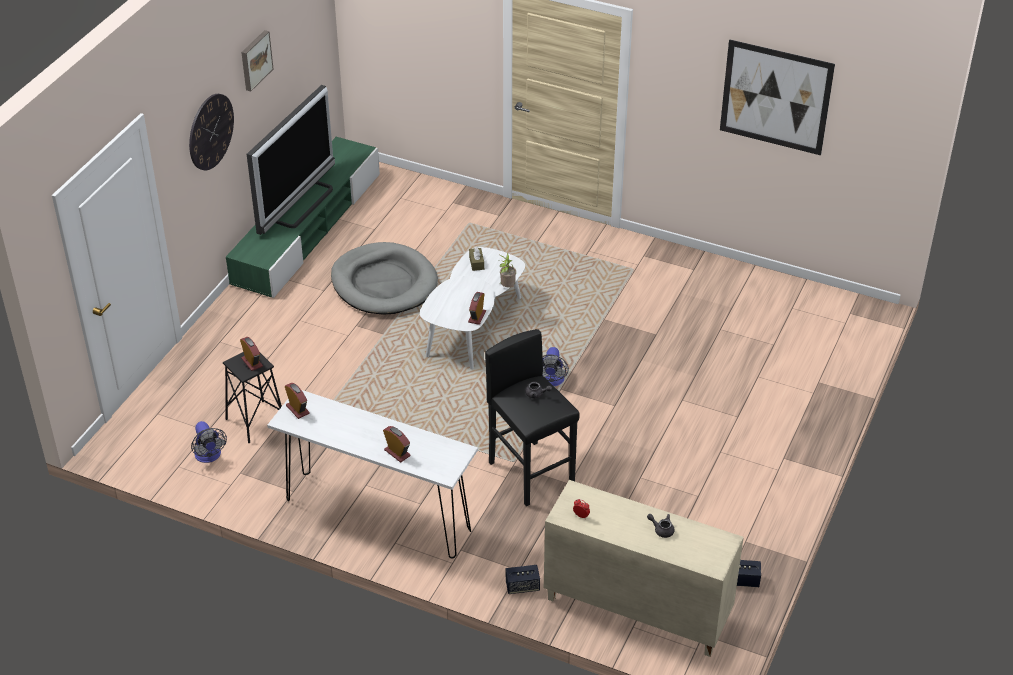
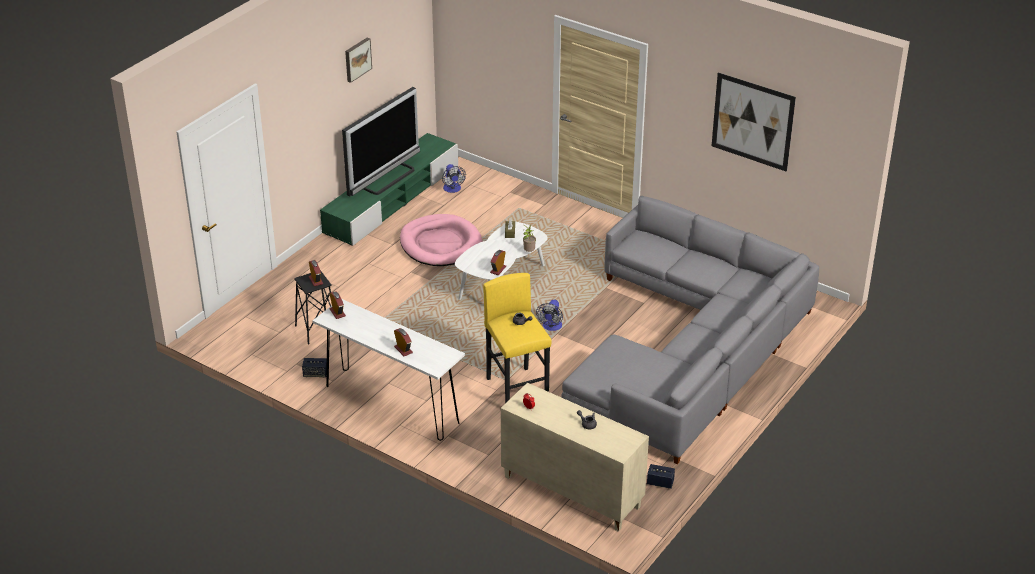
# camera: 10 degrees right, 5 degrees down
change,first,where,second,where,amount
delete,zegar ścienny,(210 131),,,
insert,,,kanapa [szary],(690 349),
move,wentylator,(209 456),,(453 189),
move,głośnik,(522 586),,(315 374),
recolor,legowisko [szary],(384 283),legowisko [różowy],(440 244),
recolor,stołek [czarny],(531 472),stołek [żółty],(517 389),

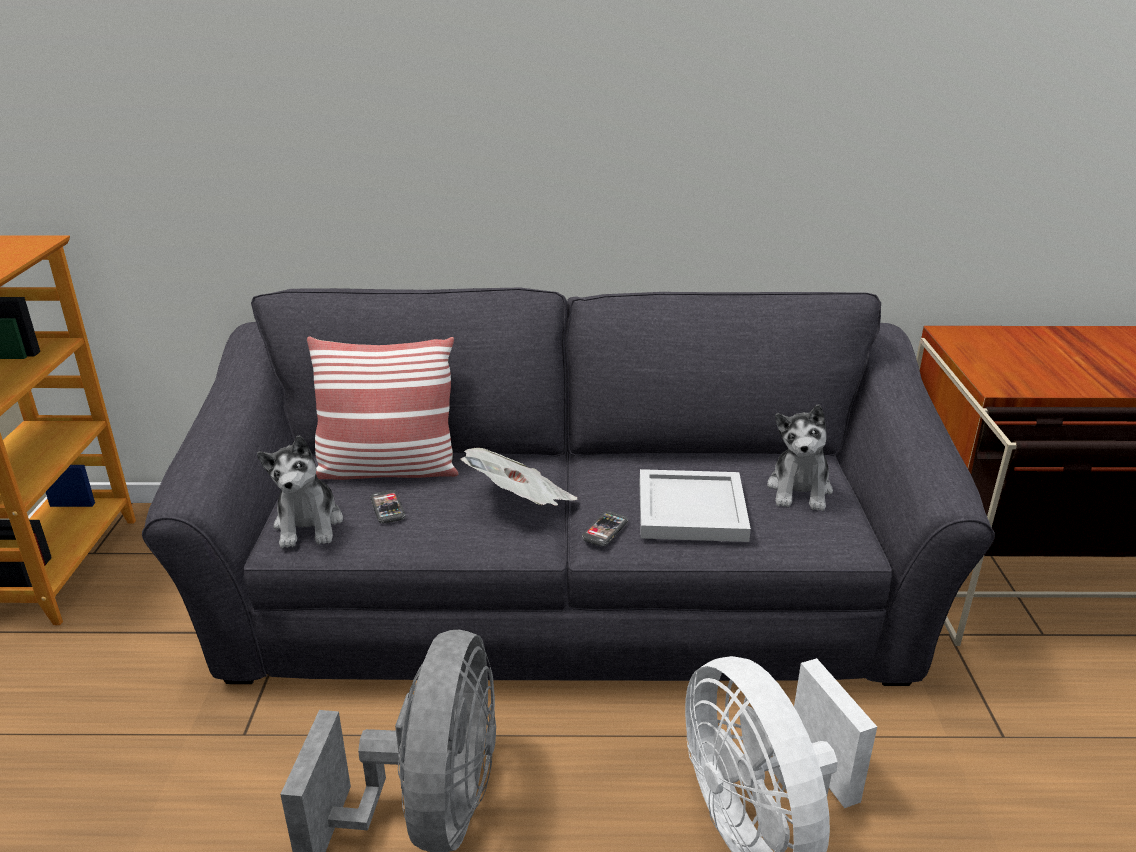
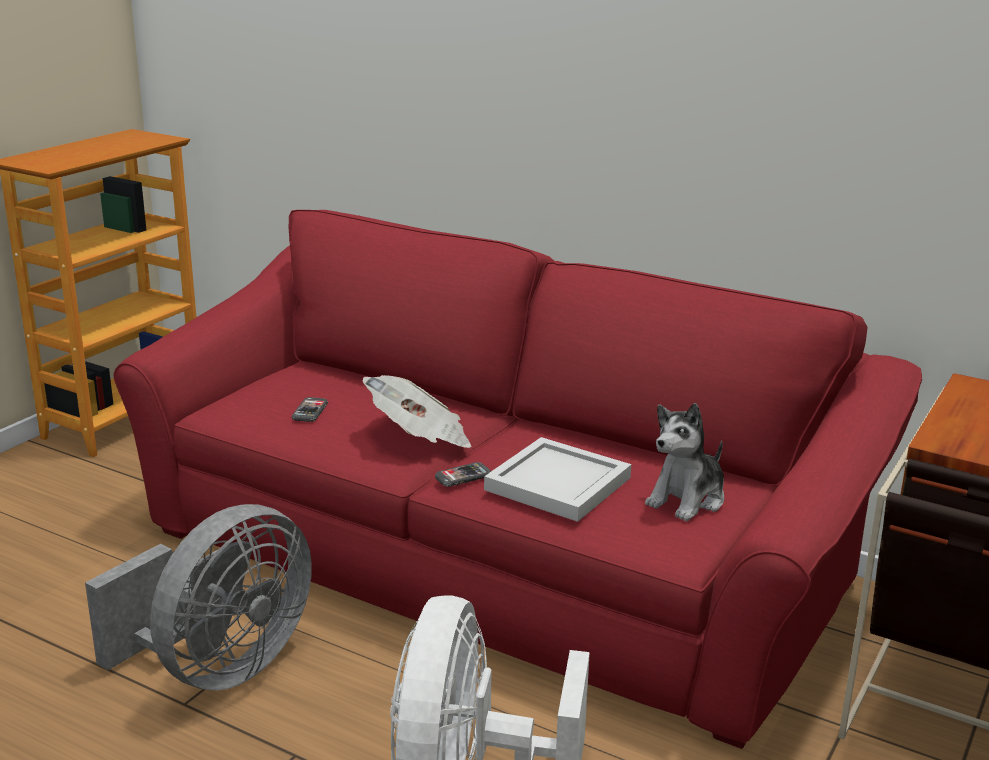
# camera: 30 degrees right, 5 degrees down
change,first,where,second,where,amount
delete,pluszak,(309 524),,,
delete,poduszka,(387 469),,,
recolor,kanapa [szary],(568 589),kanapa [czerwony],(492 557),

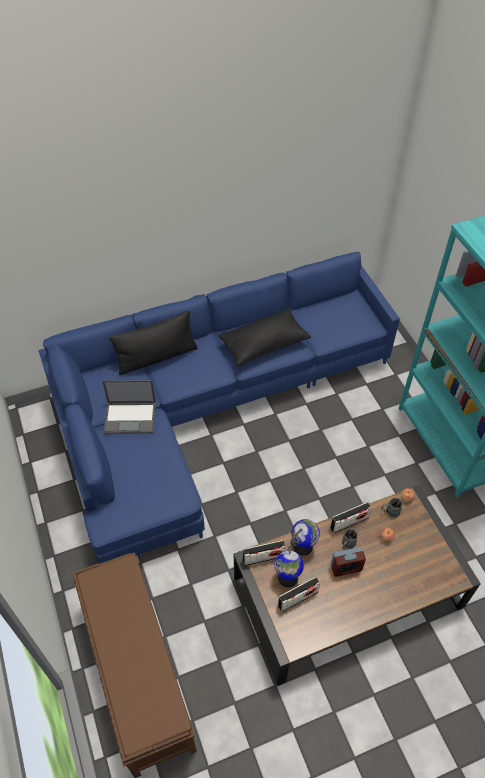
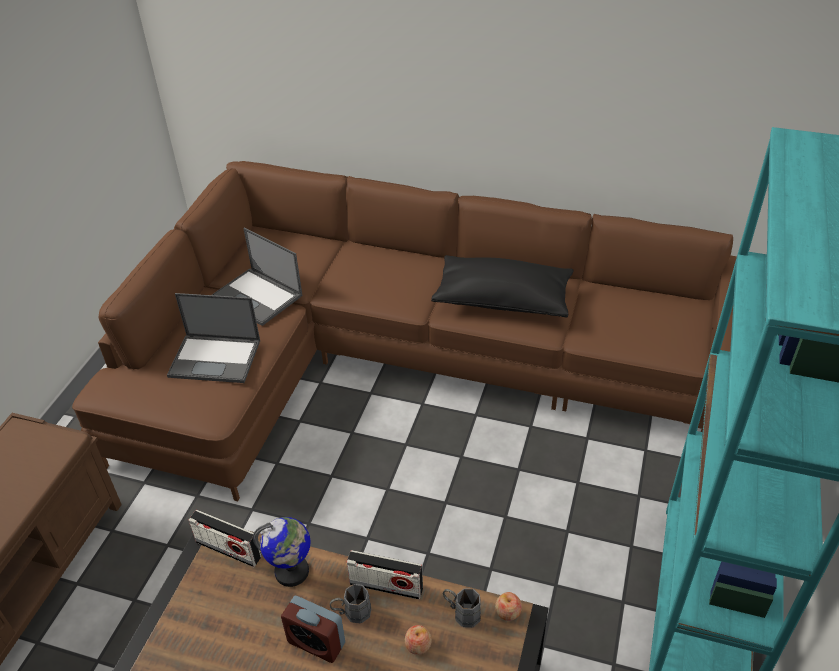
# camera: 40 degrees right, 10 degrees down
change,first,where,second,where,amount
delete,poduszka [czarny],(157 357),,,
delete,globus,(287 578),,,
delete,radio,(298 598),,,
insert,,,laptop,(216 358),
recolor,kanapa [niebieski],(204 409),kanapa [brązowy],(392 361),

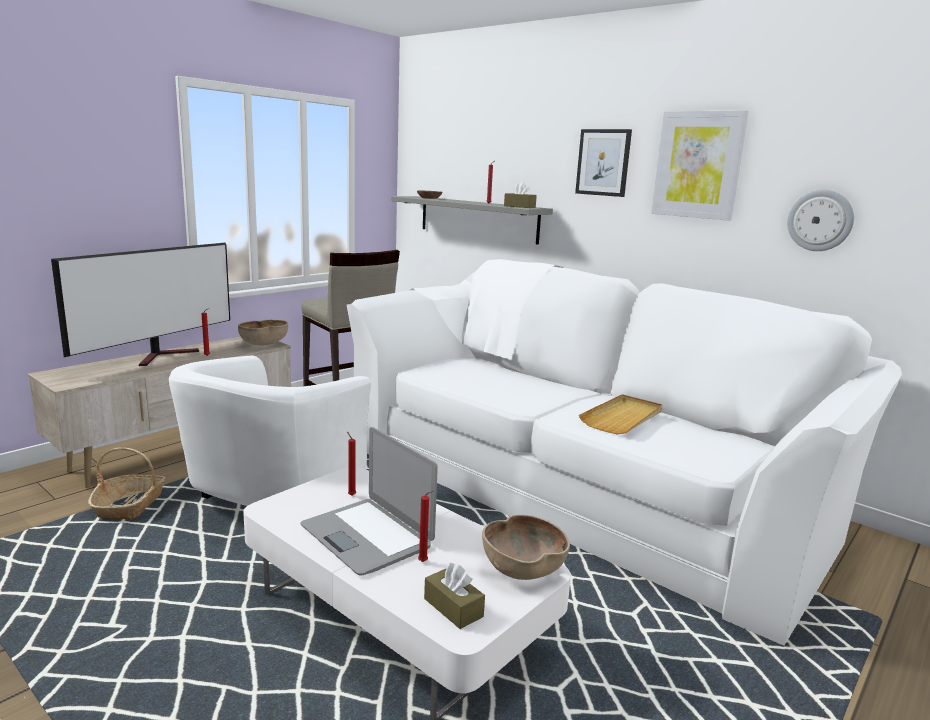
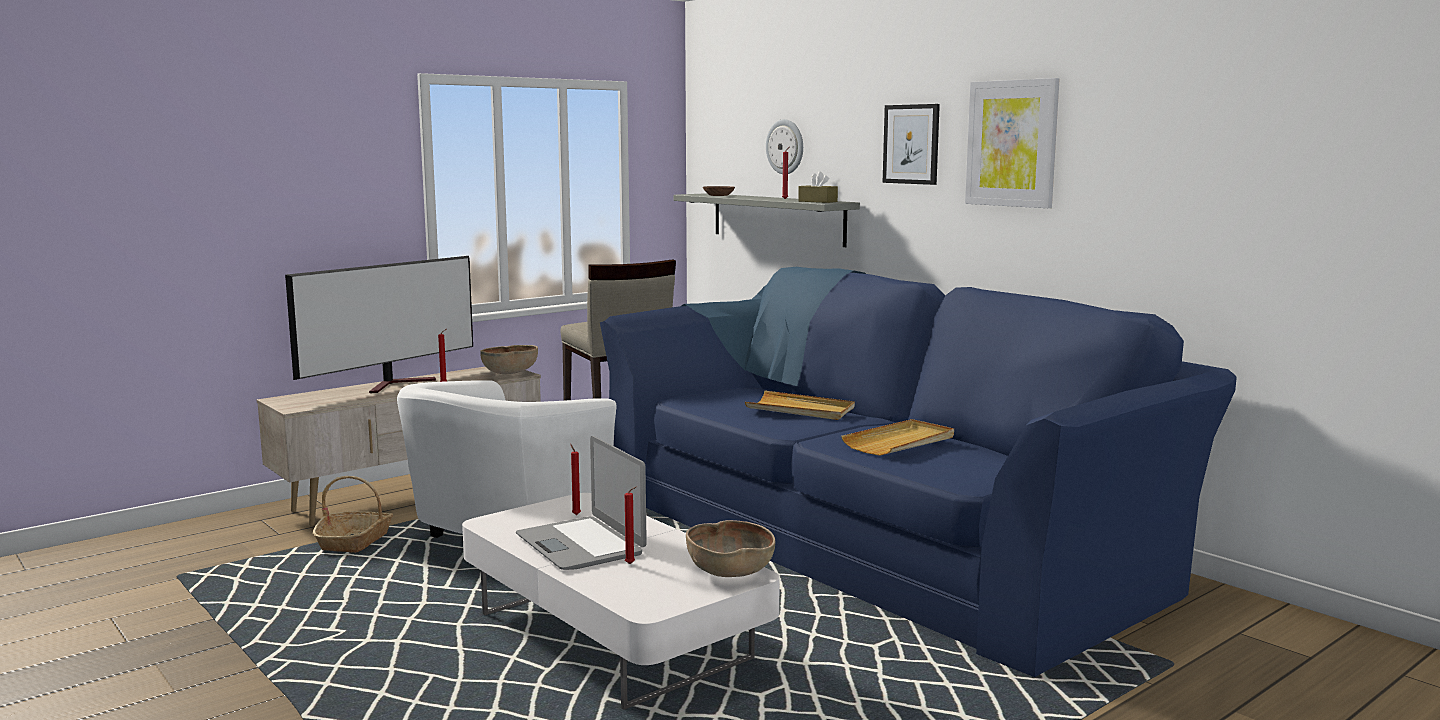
# camera: 10 degrees right, 5 degrees down
change,first,where,second,where,amount
delete,pudełko chusteczek [brązowy],(453 607),,,
insert,,,taca [beżowy],(800 410),
move,zegar ścienny,(820 220),,(785 147),
recolor,kanapa [biały],(580 483),kanapa [niebieski],(875 536),

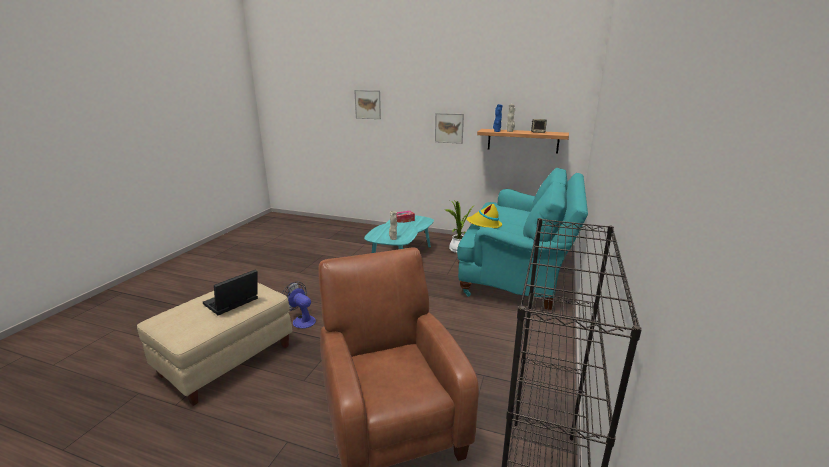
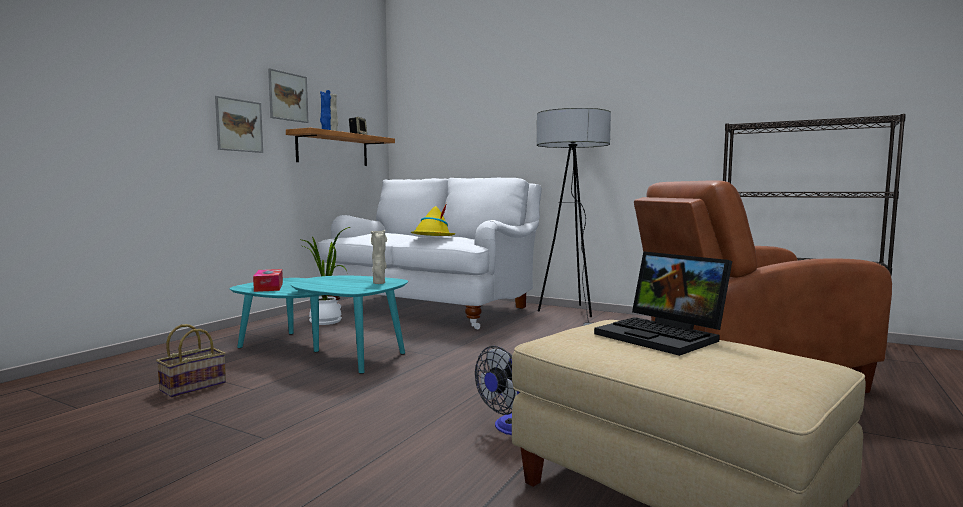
# camera: 80 degrees left, 15 degrees down
change,first,where,second,where,amount
insert,,,koszyk,(194 386),
insert,,,lampa stojąca,(570 316),
move,obraz,(367 104),,(288 96),
recolor,kanapa [turkusowy],(518 273),kanapa [biały],(433 308),

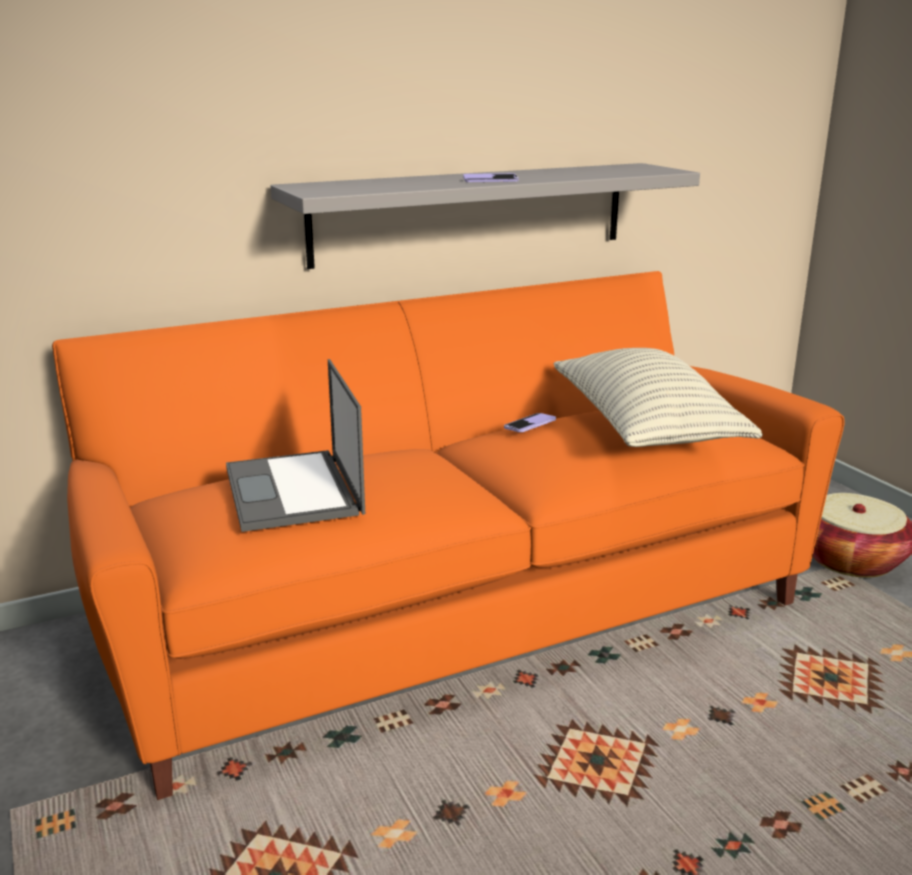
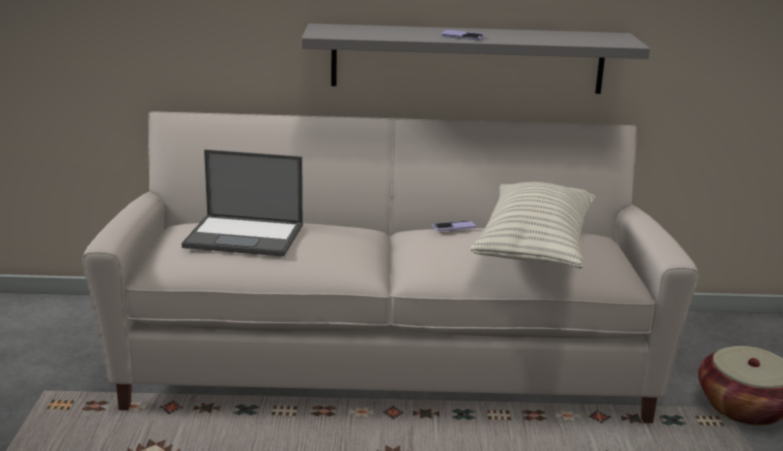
# camera: 25 degrees right, 0 degrees up
change,first,where,second,where,amount
recolor,kanapa [pomarańczowy],(456 612),kanapa [beżowy],(387 358),
rotate,laptop,(294 491),,(246 236),90 degrees counterclockwise

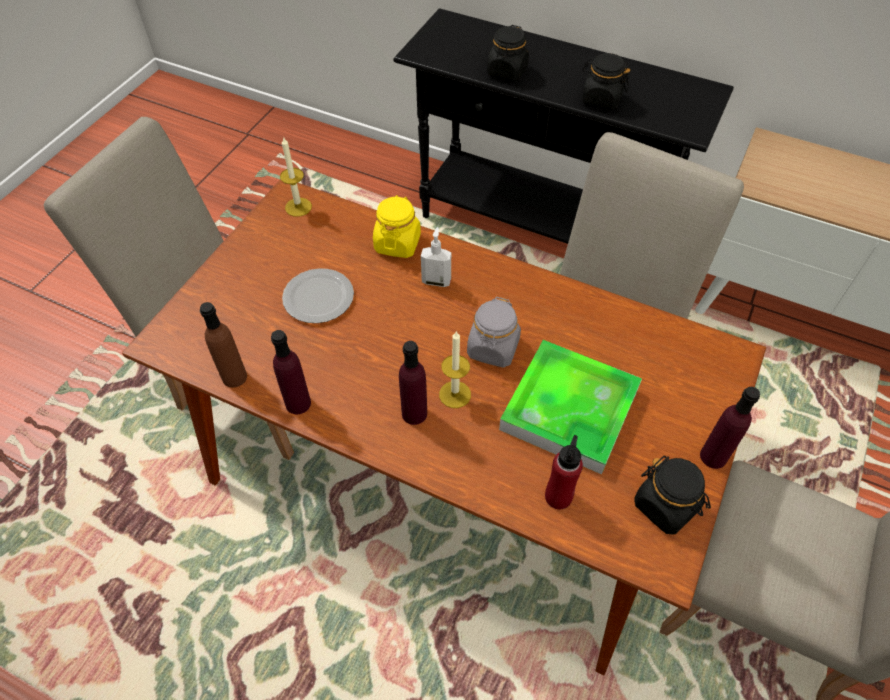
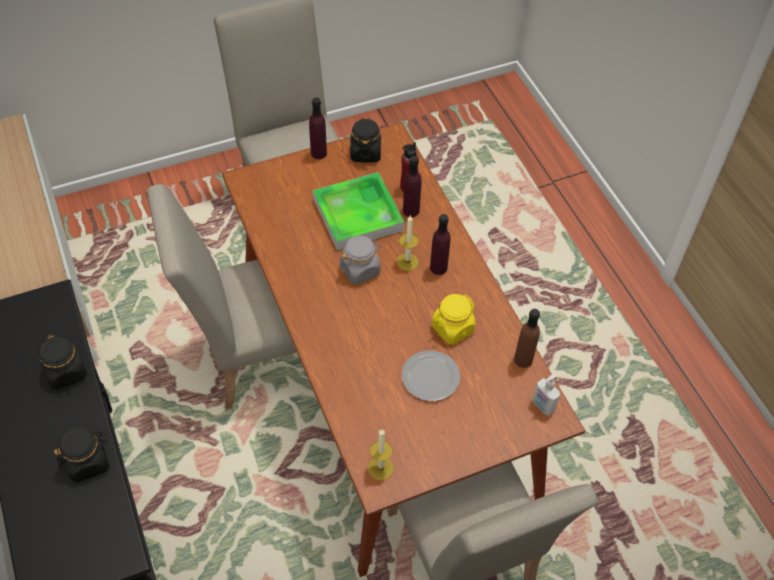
# camera: 140 degrees left, 0 degrees up
change,first,where,second,where,amount
move,butelka [fioletowy],(298 403),,(411 210),
move,słoik [żółty],(397 243),,(452 329),
move,dozownik mydła,(436 281),,(542 406),

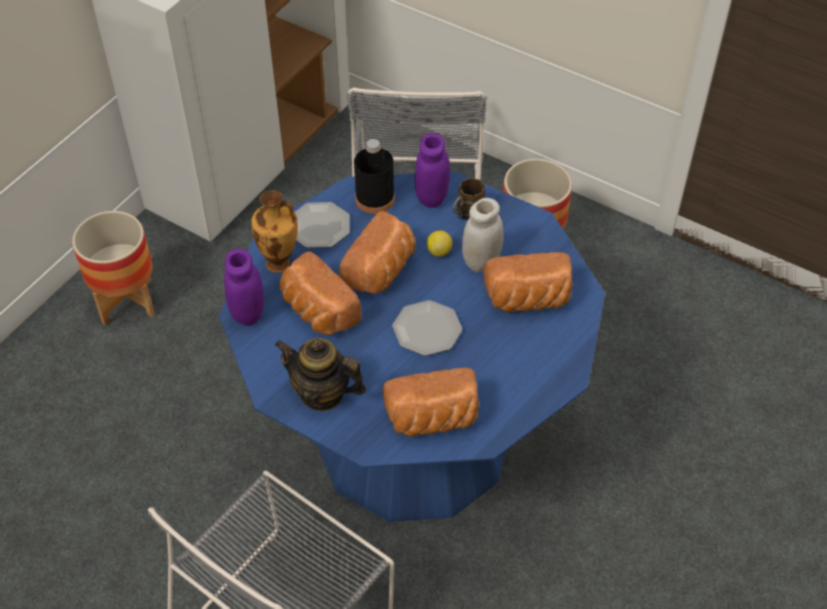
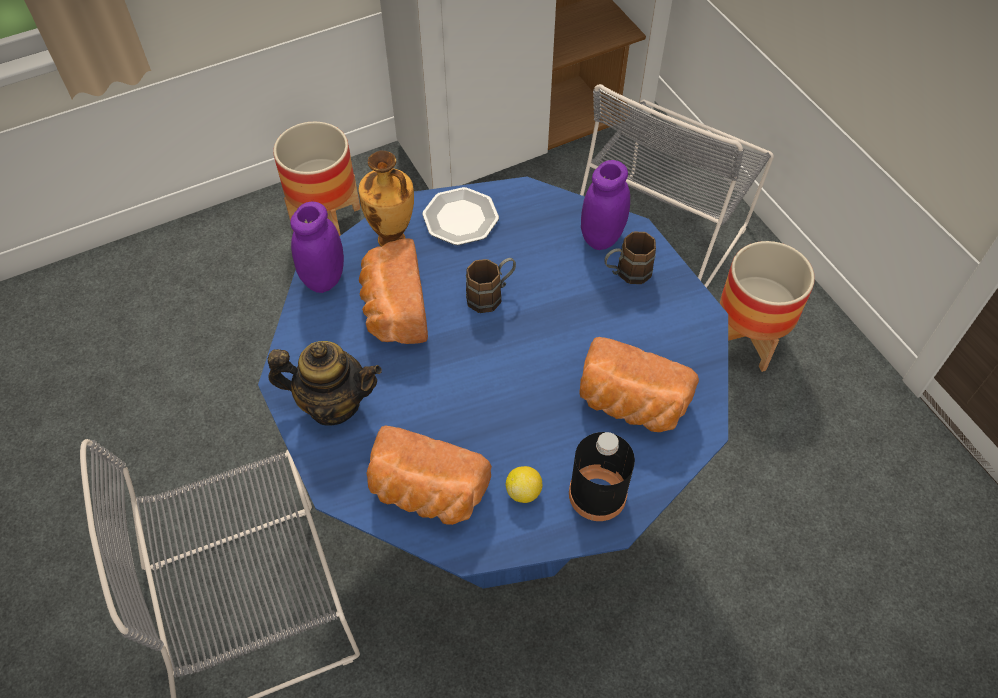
# camera: 30 degrees right, 5 degrees up
change,first,where,second,where,amount
delete,talerz,(426 330),,,
delete,słoik [biały],(481 262),,,
move,butelka [czarny],(375 199),,(597 494),
move,cytryna,(439 251),,(523 491),
replace,chleb,(381 270),kubek [brązowy],(491 295),
rotate,imbryk,(322 394),,(333 403),135 degrees clockwise

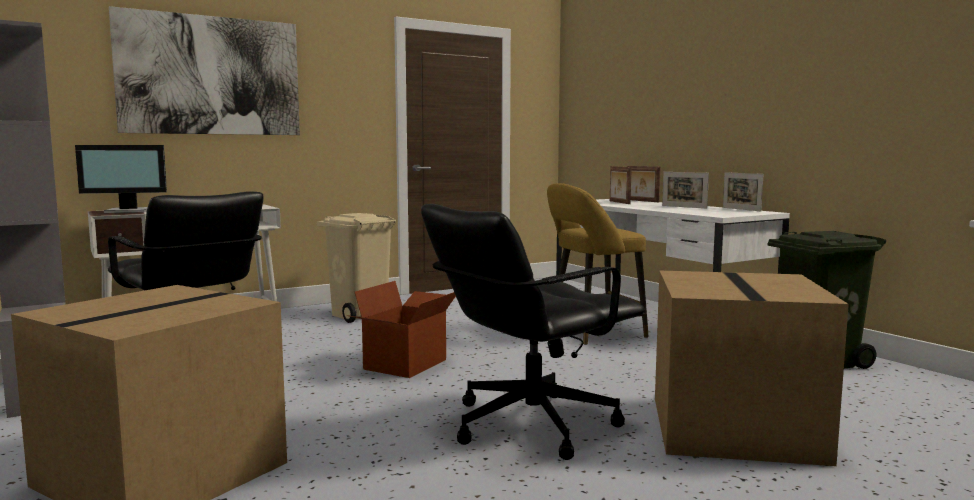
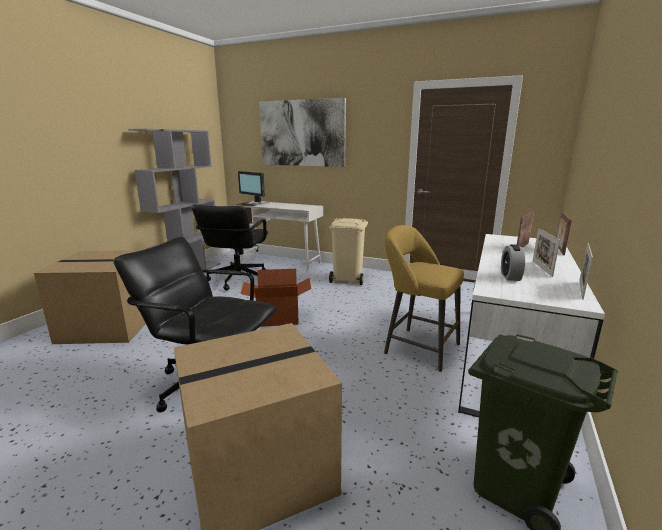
# camera: 55 degrees right, 10 degrees up
change,first,where,second,where,amount
insert,,,budzik,(510 276),

